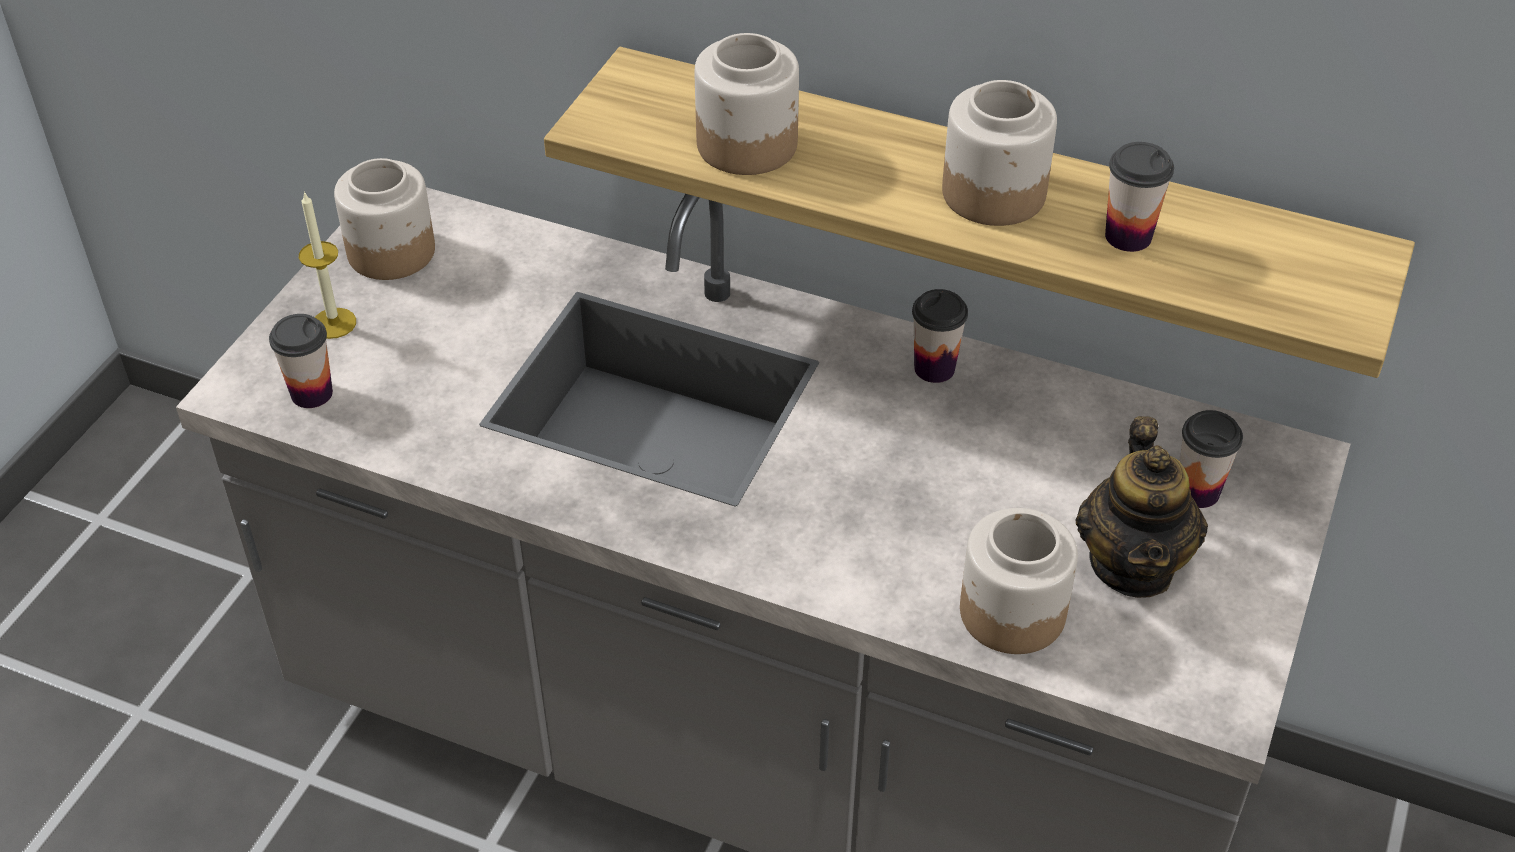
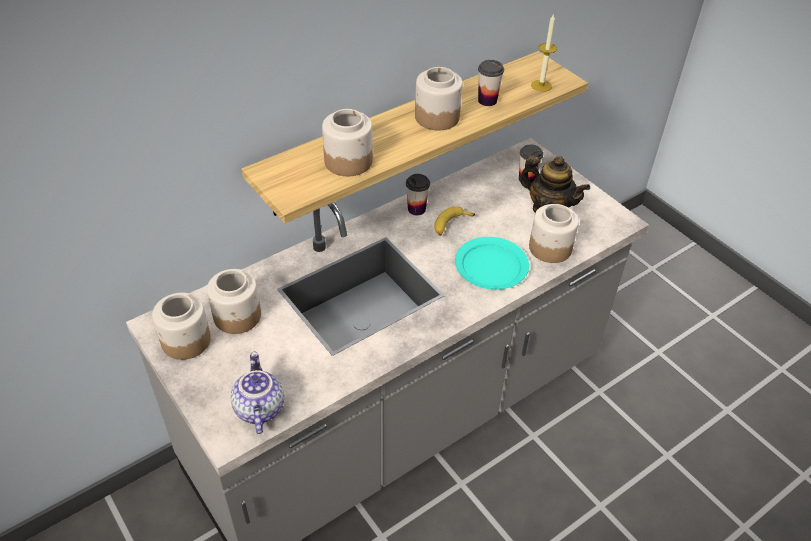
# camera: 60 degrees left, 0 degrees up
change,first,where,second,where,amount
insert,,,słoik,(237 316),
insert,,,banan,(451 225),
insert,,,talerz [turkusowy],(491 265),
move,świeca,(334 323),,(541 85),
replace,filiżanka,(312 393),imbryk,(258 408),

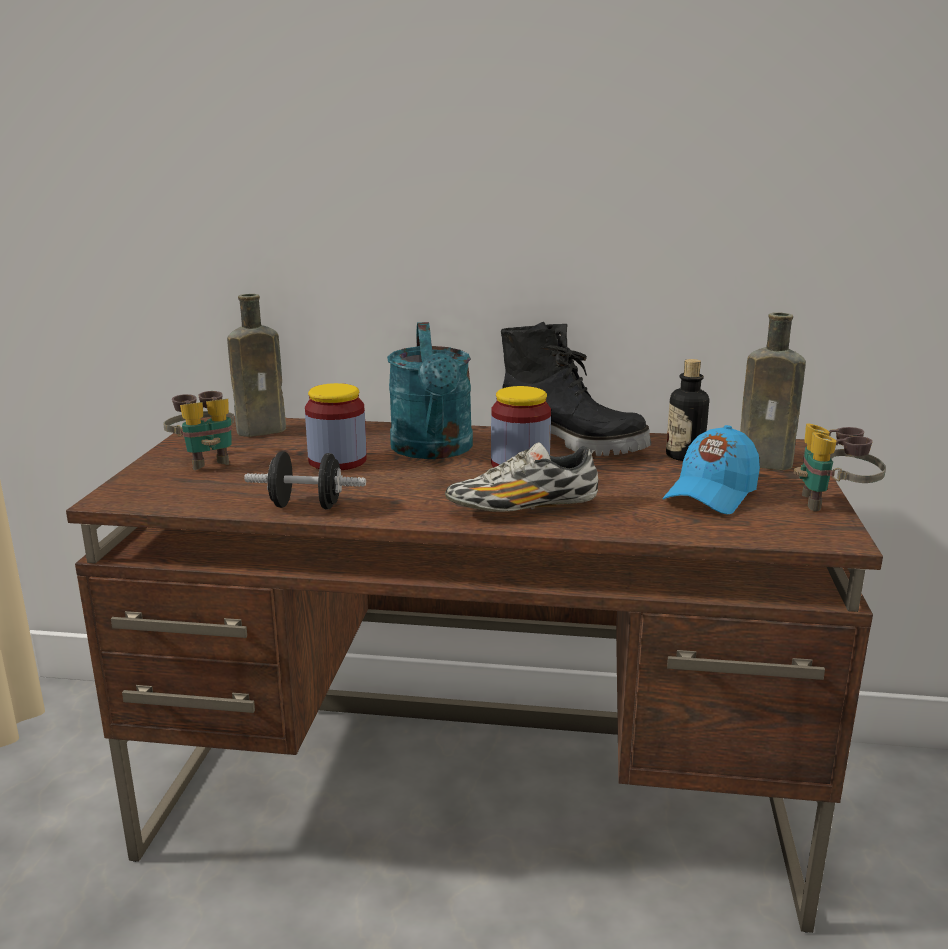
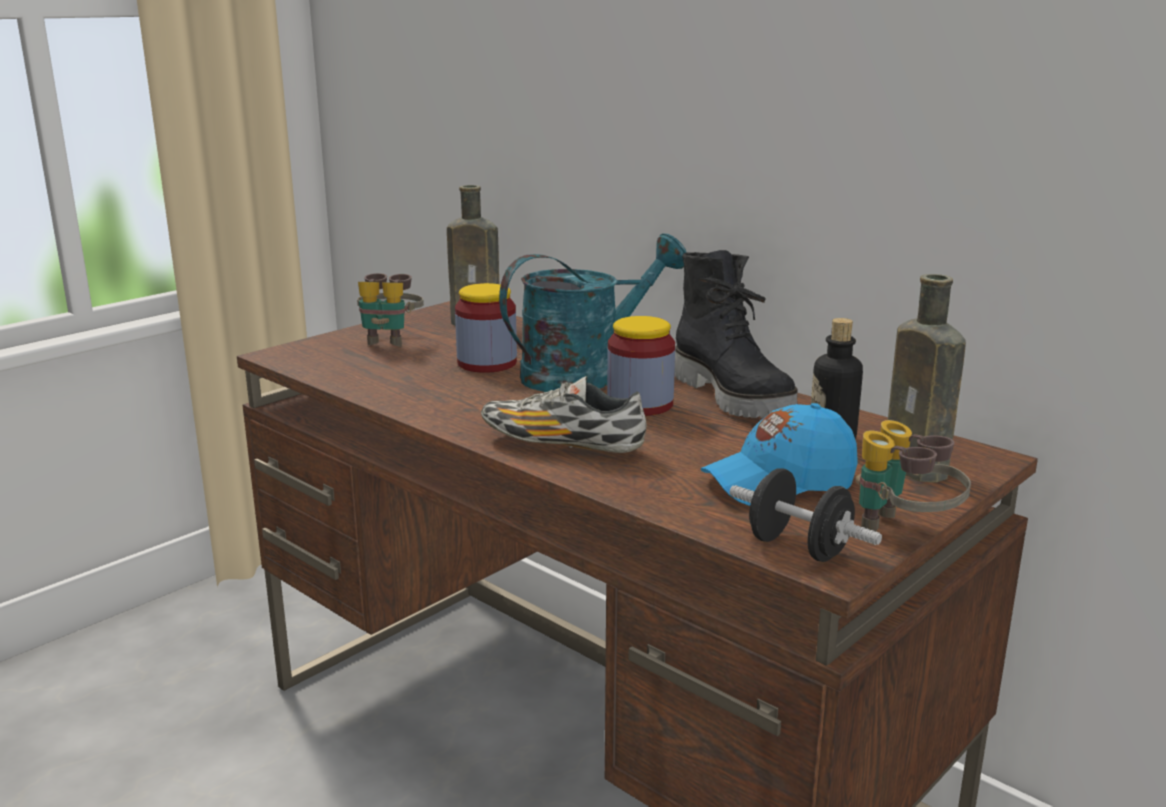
# camera: 35 degrees right, 0 degrees up
change,first,where,second,where,amount
move,hantel [czarny],(306 506),,(798 548),
rotate,konewka [turkusowy],(433 450),,(585 373),150 degrees counterclockwise

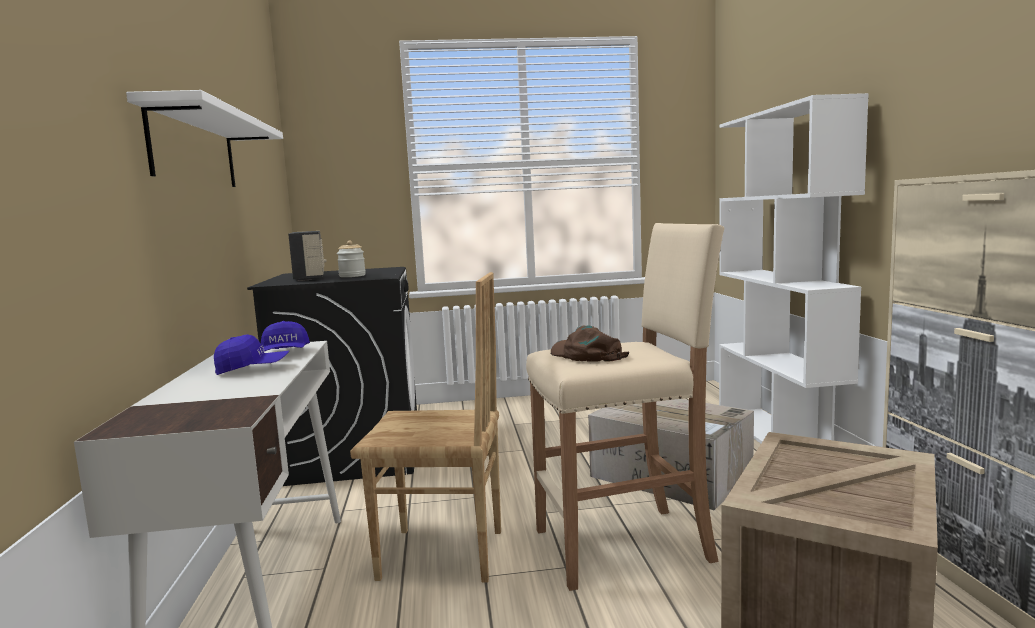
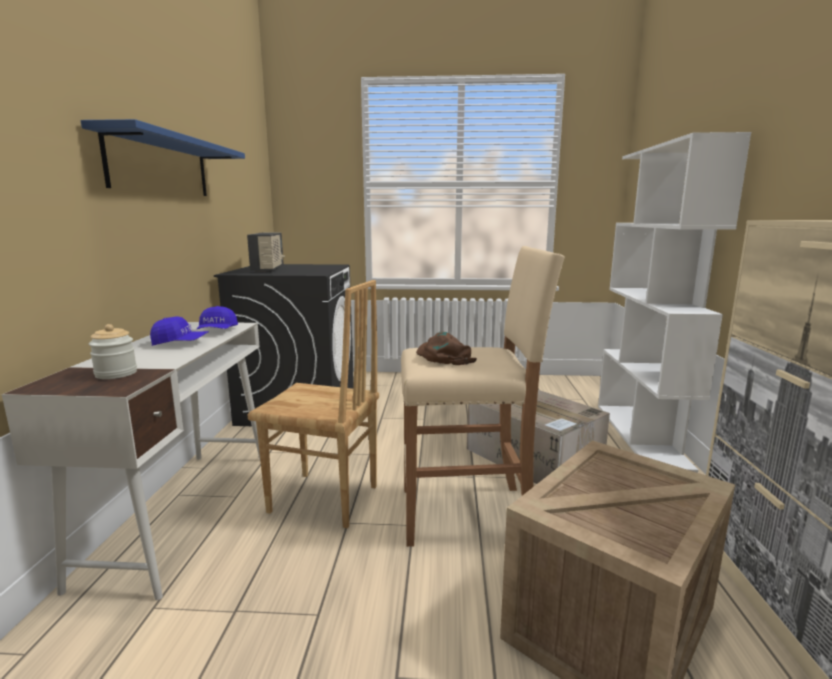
# camera: 10 degrees right, 5 degrees up
change,first,where,second,where,amount
move,słoik,(352 276),,(116 374),
recolor,półka [biały],(195 150),półka [niebieski],(161 166),

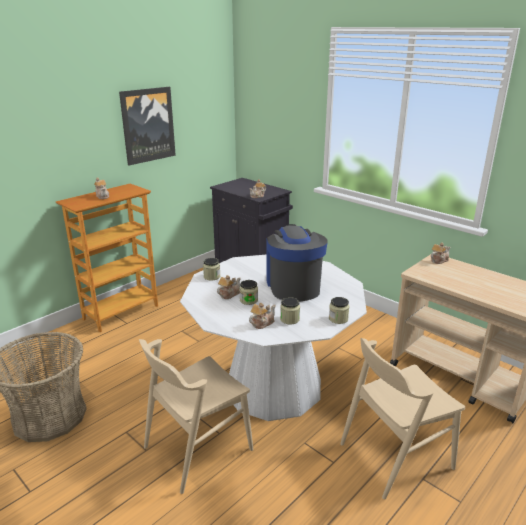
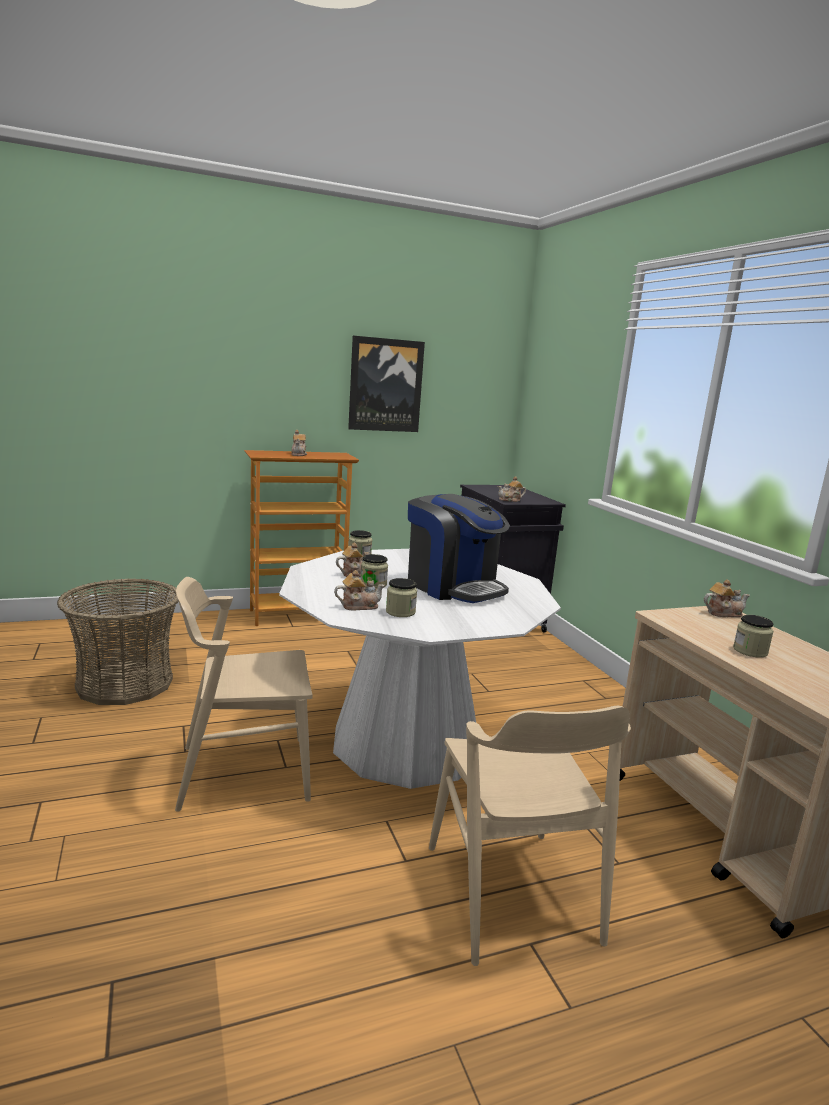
# camera: 25 degrees right, 10 degrees down
change,first,where,second,where,amount
move,słoik,(338 319),,(750 651),
rotate,ekspres do kawy,(293 285),,(453 586),120 degrees clockwise
rotate,krzesło [beżowy],(395 455),,(511 893),105 degrees counterclockwise

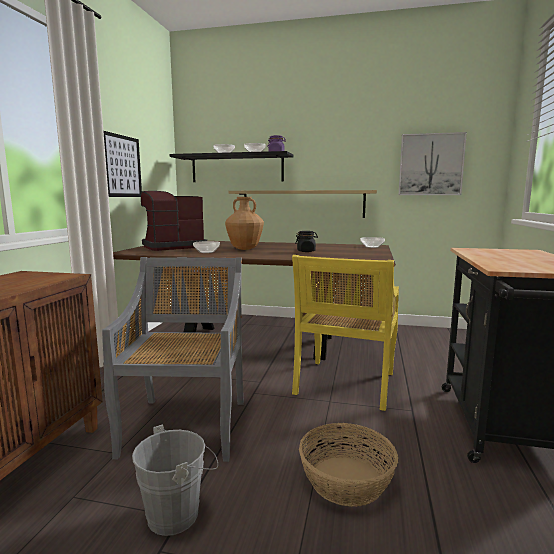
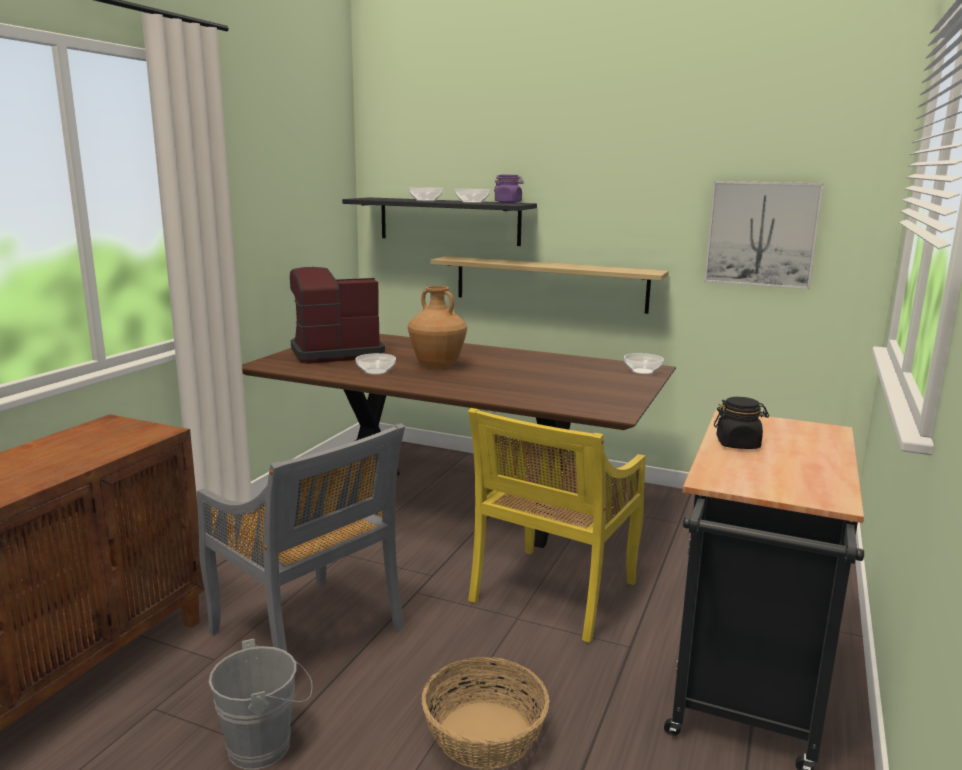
# camera: 10 degrees right, 5 degrees up
change,first,where,second,where,amount
delete,obraz,(122 166),,,
move,słoik [czarny],(306 251),,(738 444),
rotate,krzesło [szary],(186 426),,(309 632),120 degrees clockwise

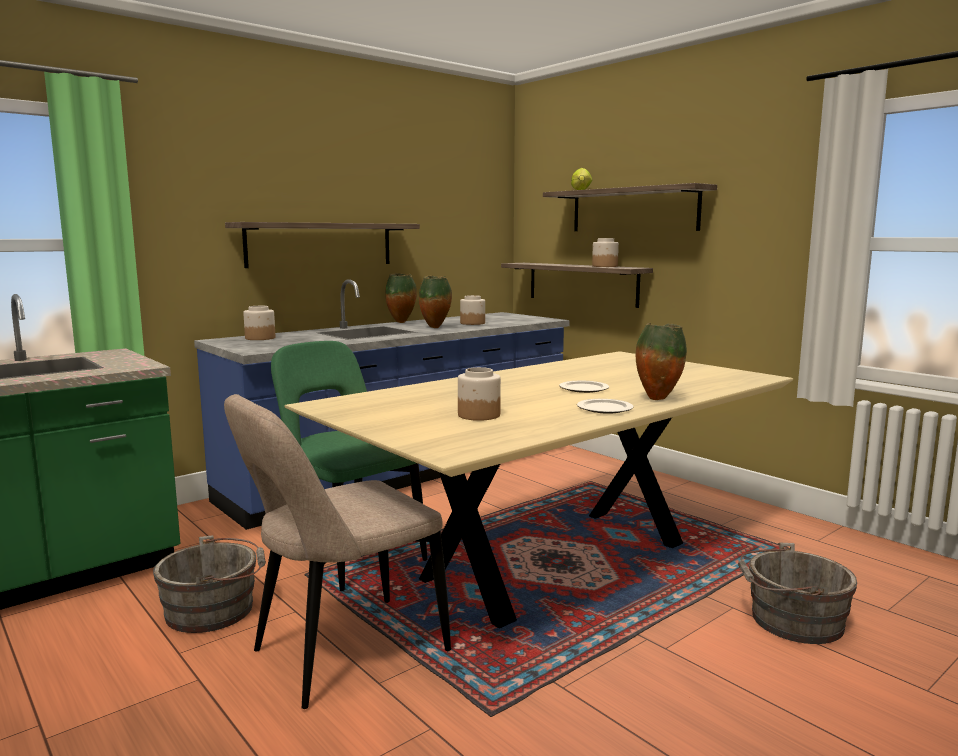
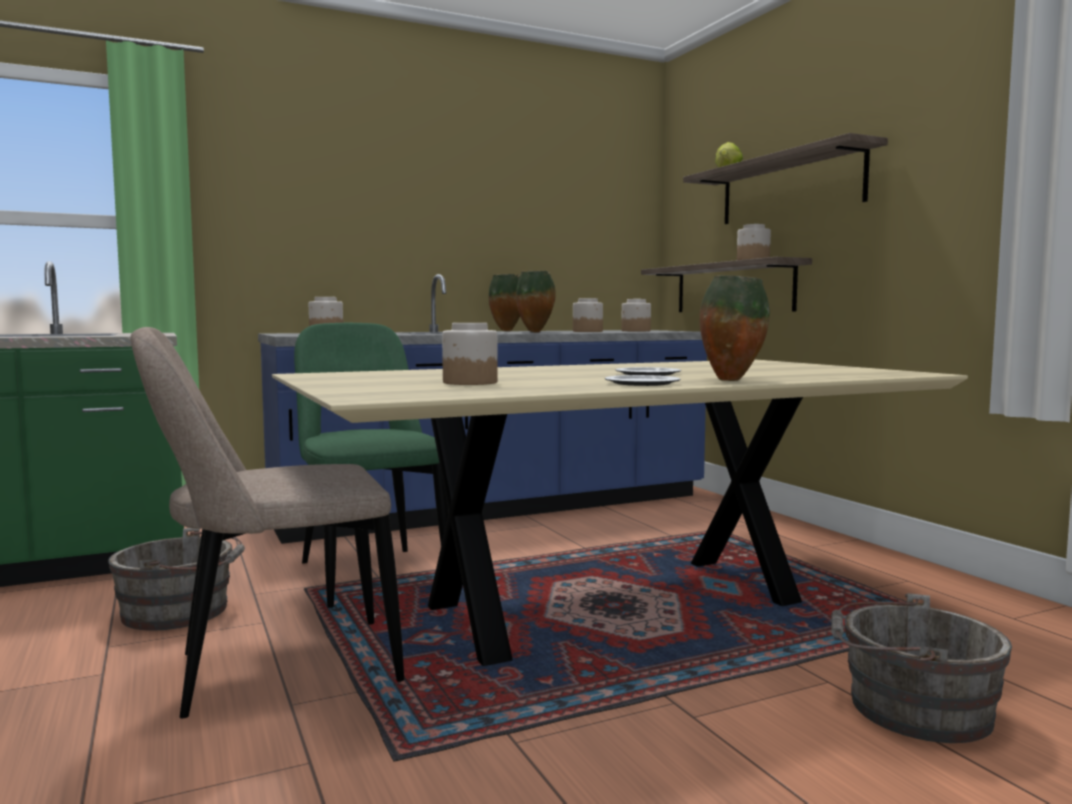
# camera: 15 degrees right, 5 degrees down
change,first,where,second,where,amount
delete,półka,(320 244),,,
insert,,,słoik,(635 331),

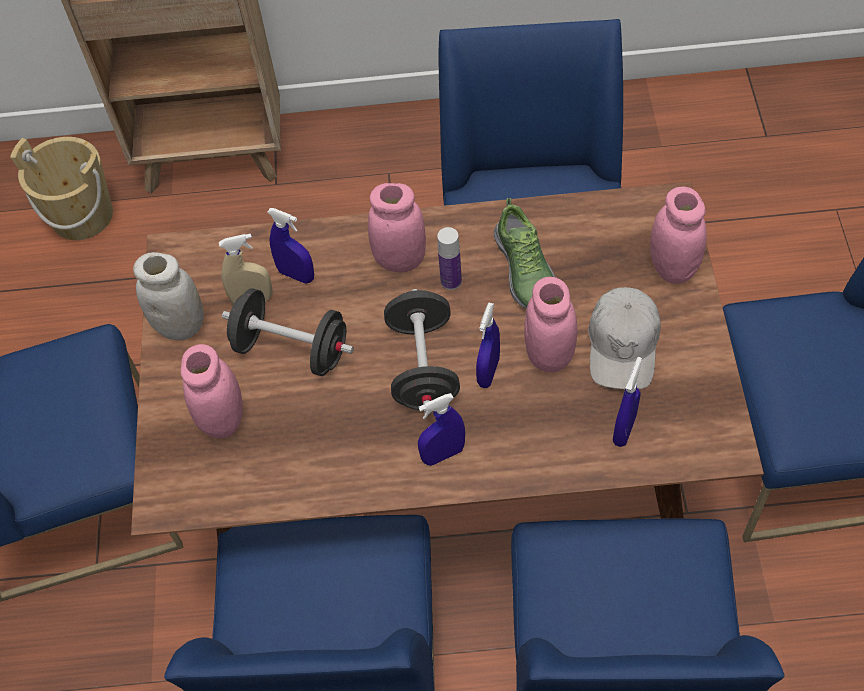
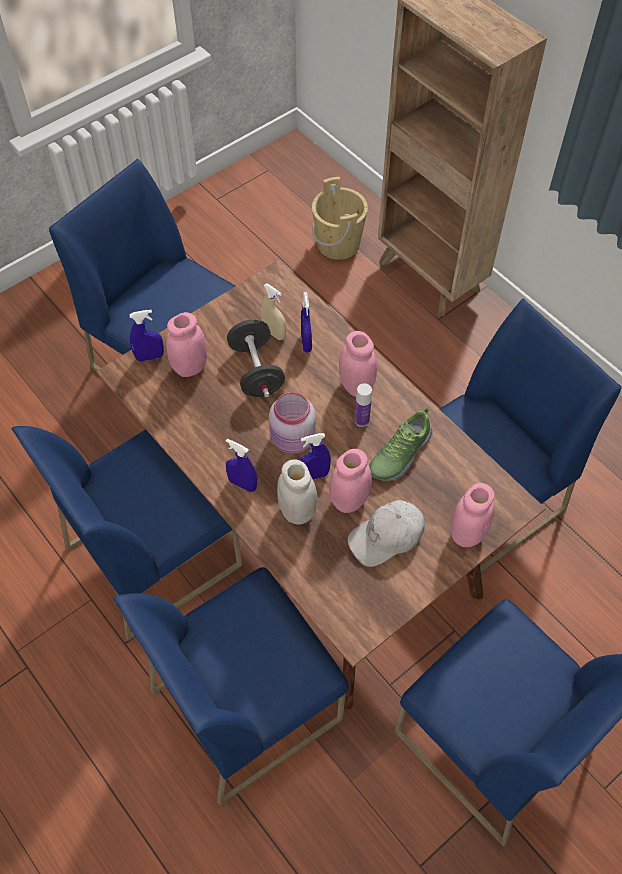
# camera: 50 degrees right, 0 degrees up
change,first,where,second,where,amount
move,słoik [biały],(180 325),,(297 511),
move,spryskiwacz [niebieski],(624 429),,(150 357),
replace,hantel [czarny],(423 366),słoik [różowy],(292 440),

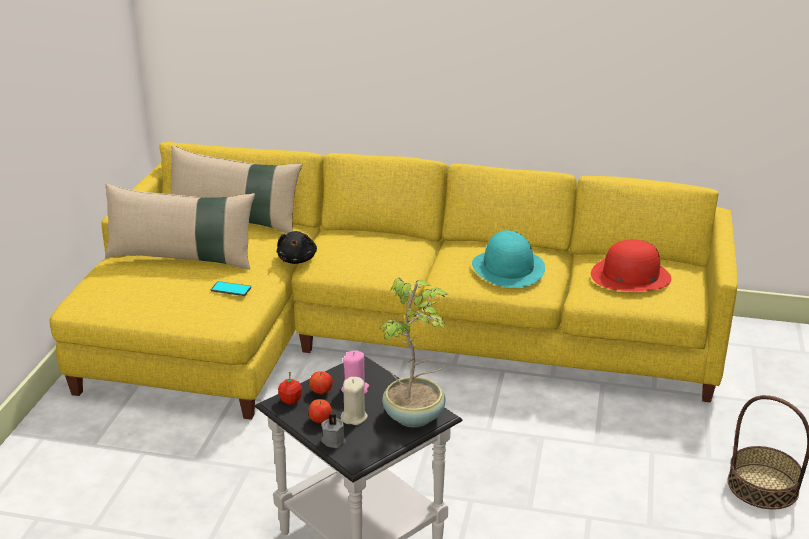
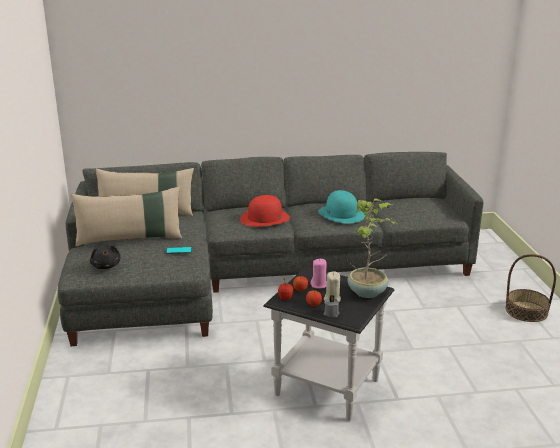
# camera: 20 degrees left, 5 degrees down
change,first,where,second,where,amount
move,pluszak [czarny],(297 259),,(106 266),
move,kapelusz [czerwony],(630 276),,(264 218),
recolor,kanapa [żółty],(377 335),kanapa [szary],(254 275),

